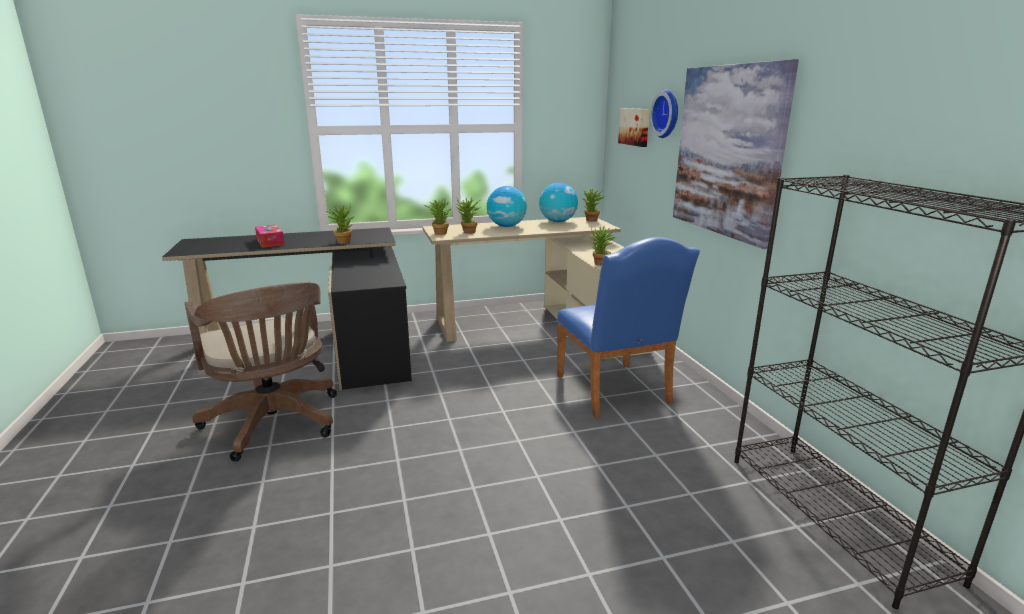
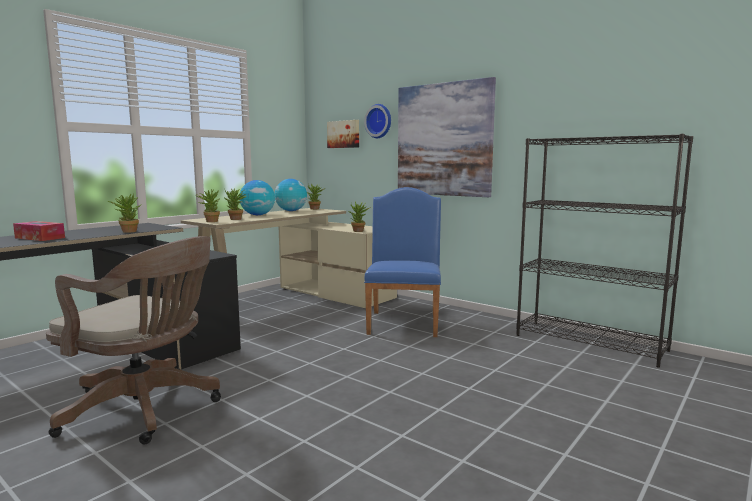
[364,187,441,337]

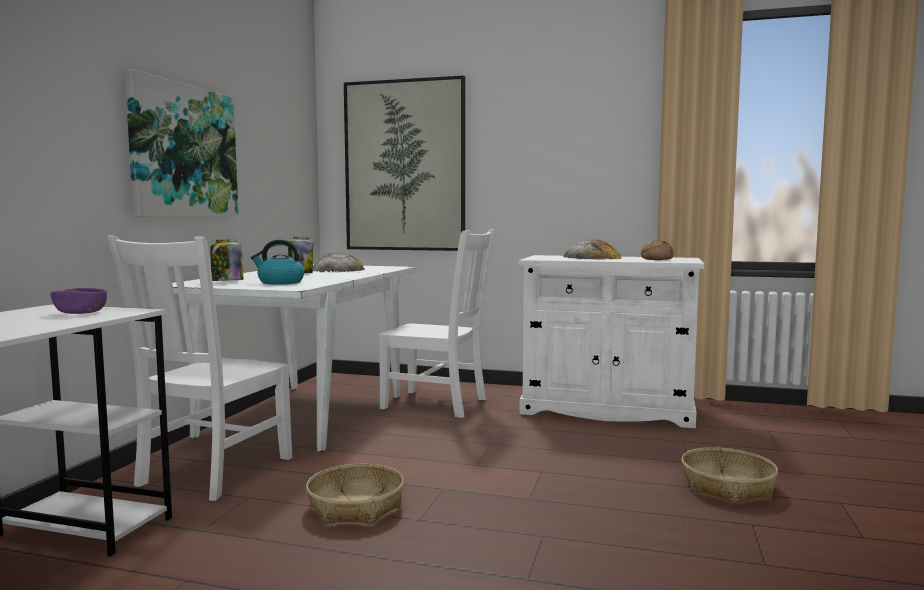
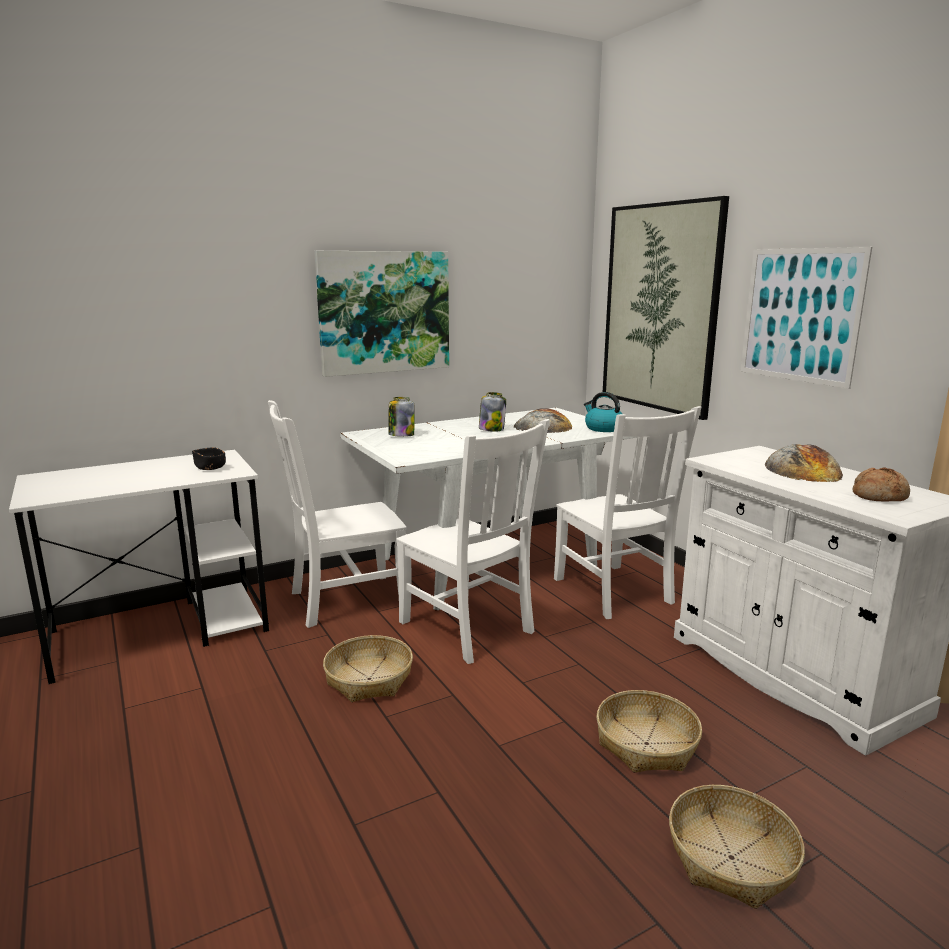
[192,447,226,470]
[396,419,550,664]
[584,392,622,432]
[596,690,702,773]
[740,247,872,389]

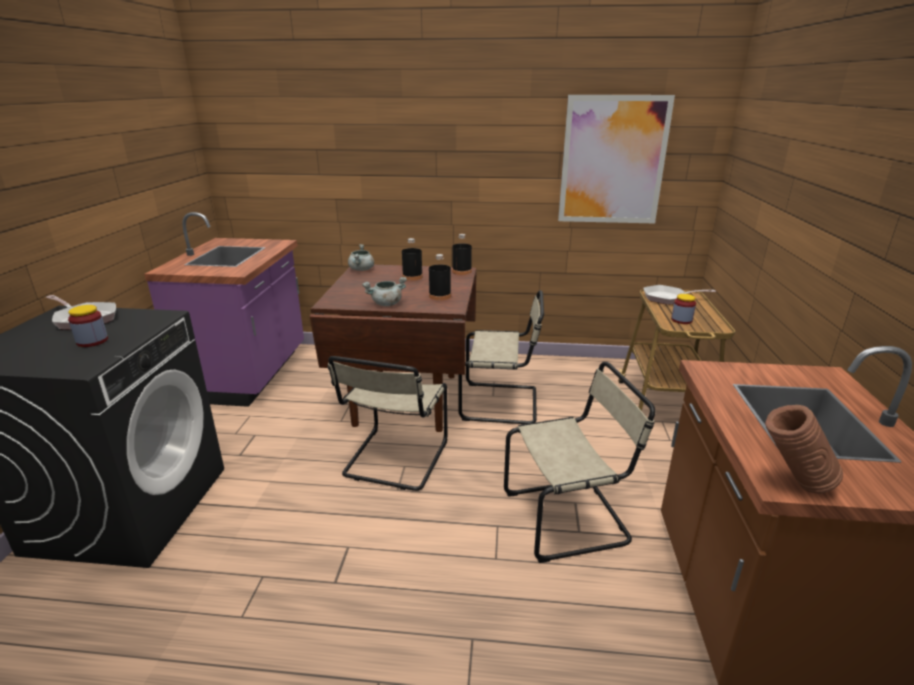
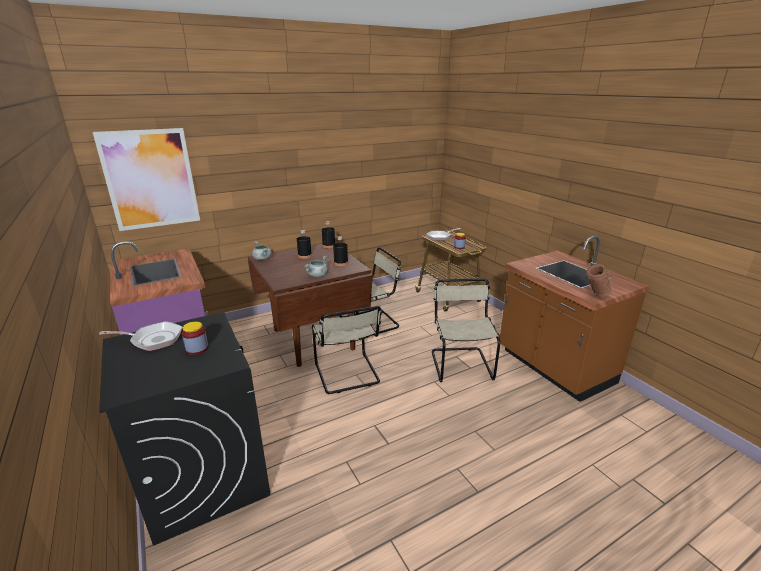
[93,128,200,231]
[432,278,500,382]

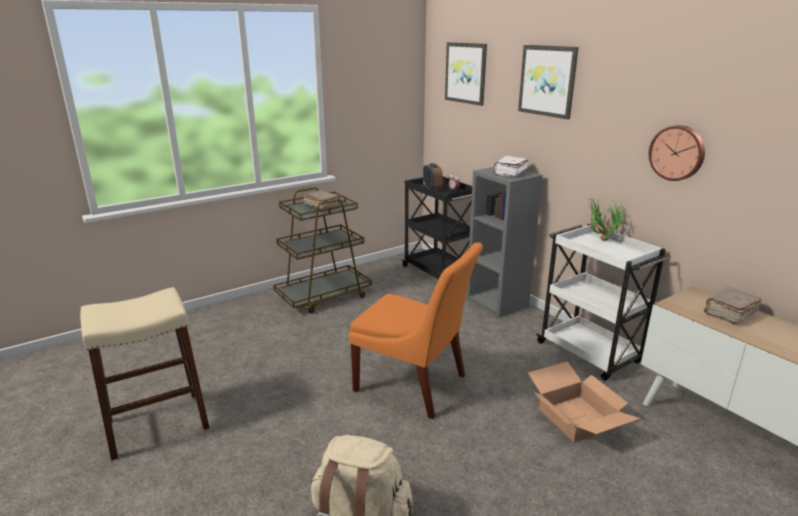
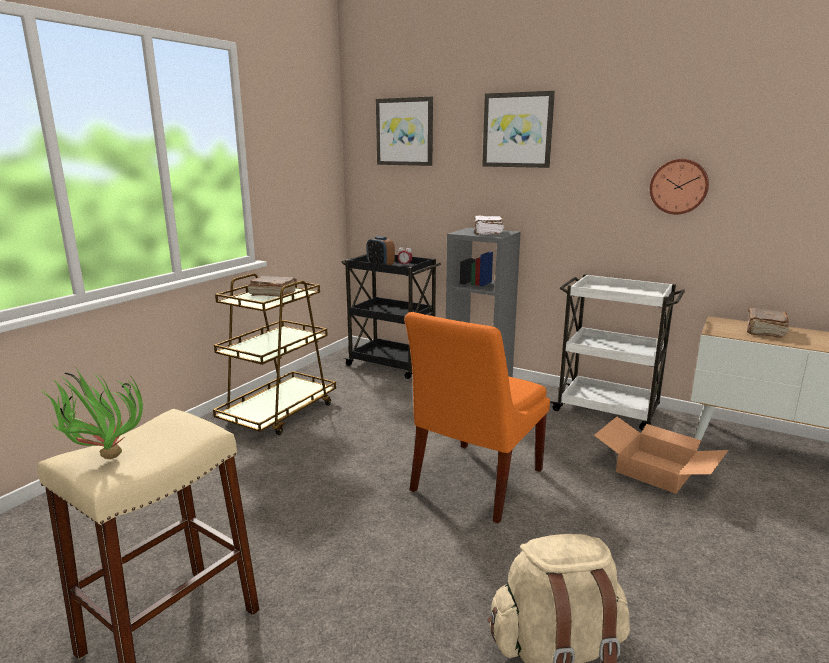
[41,368,143,459]
[404,312,550,523]

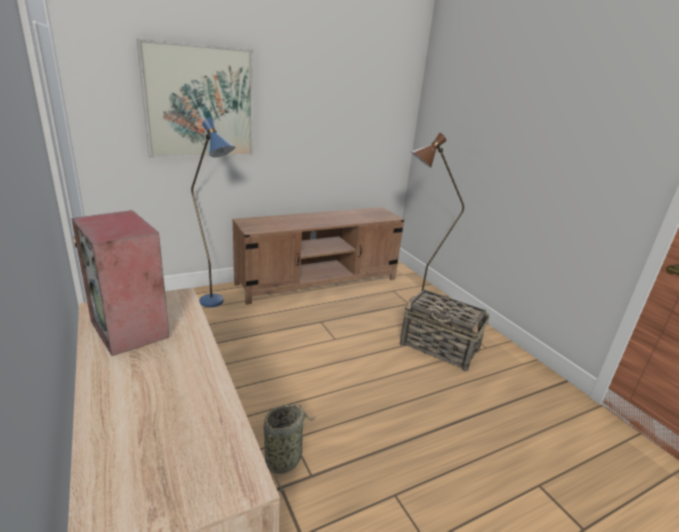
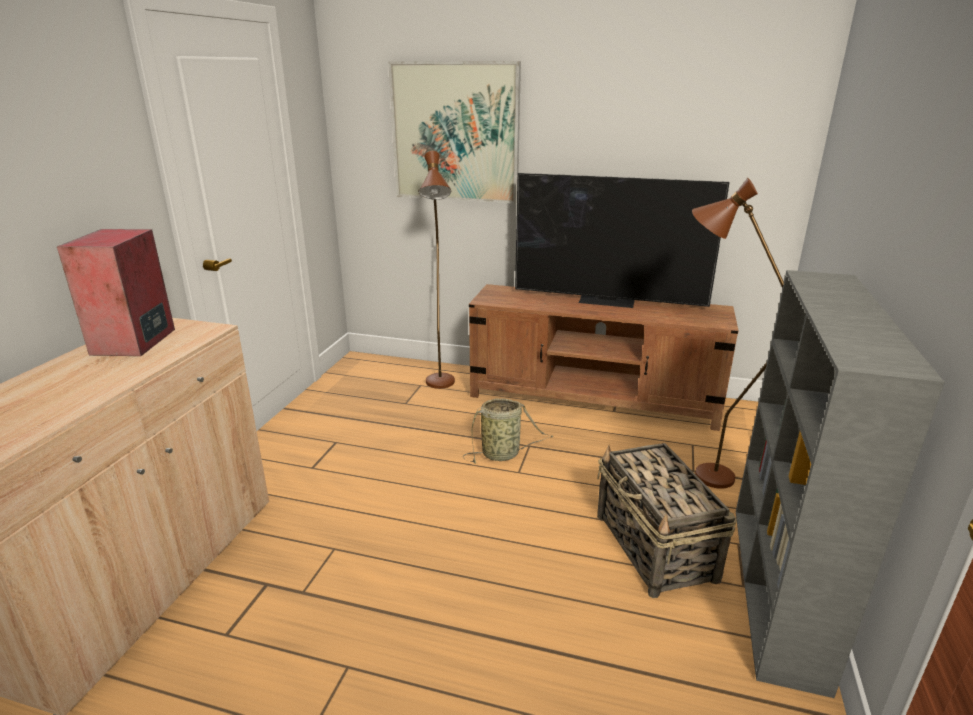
[418,151,455,389]
[462,398,554,464]
[515,173,730,308]
[736,270,945,698]

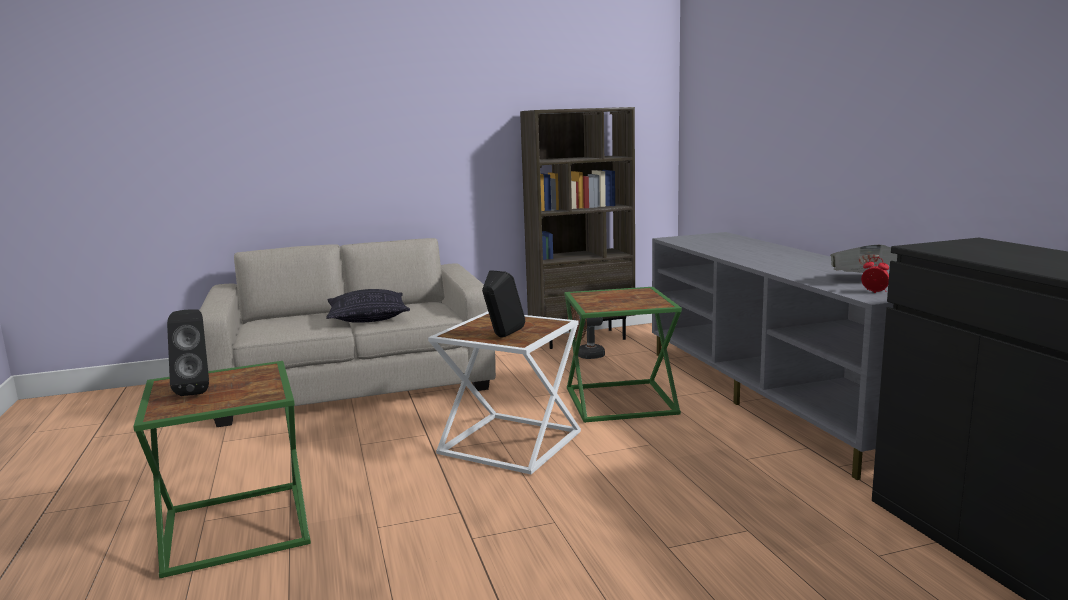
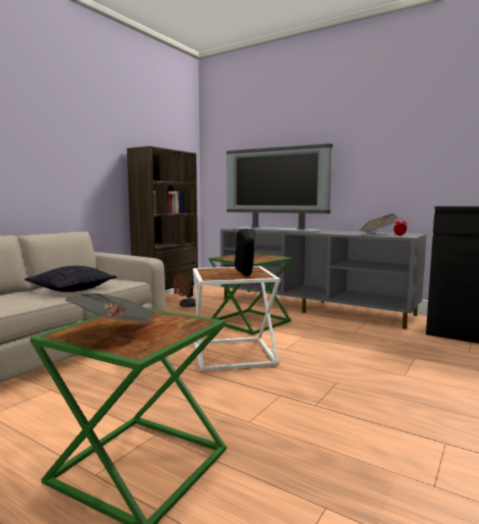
[65,293,155,321]
[227,144,333,232]

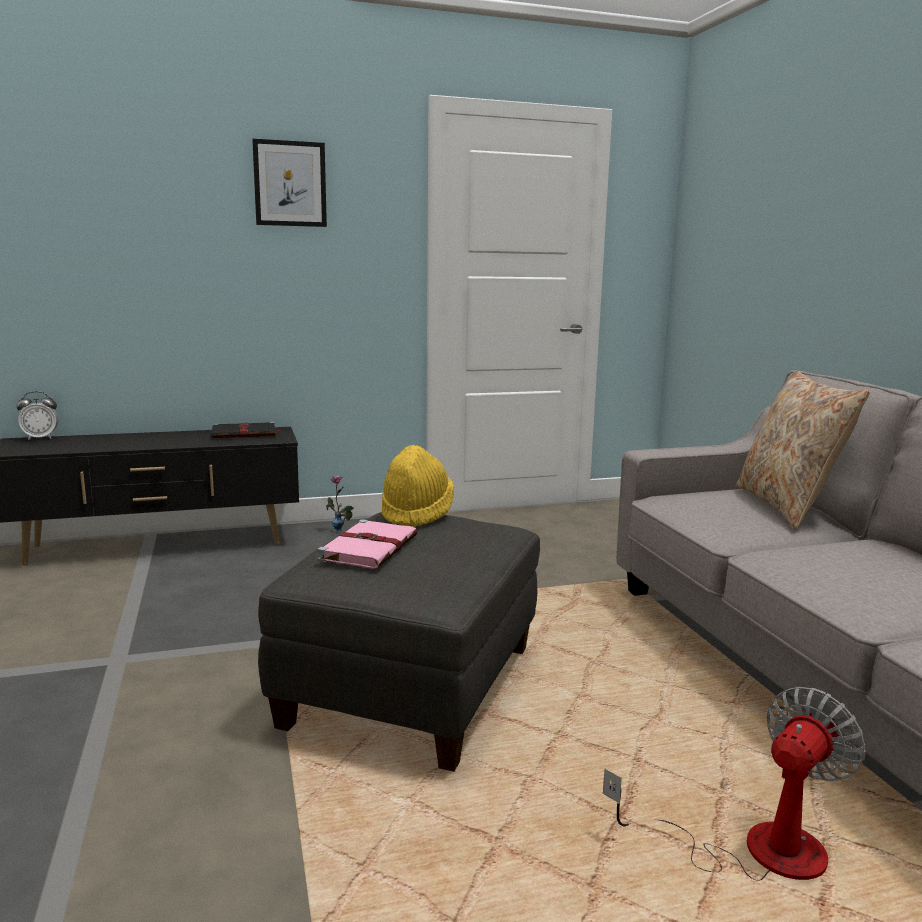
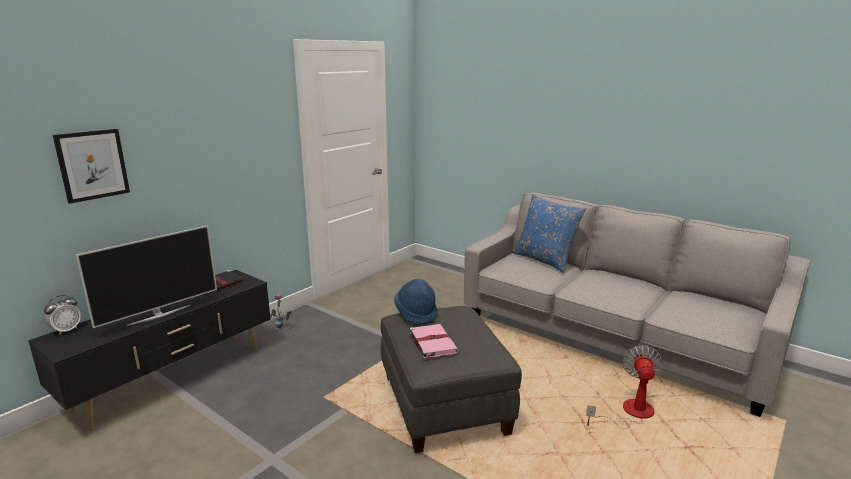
[53,129,130,204]
[76,225,217,328]
[394,279,437,324]
[513,194,586,273]

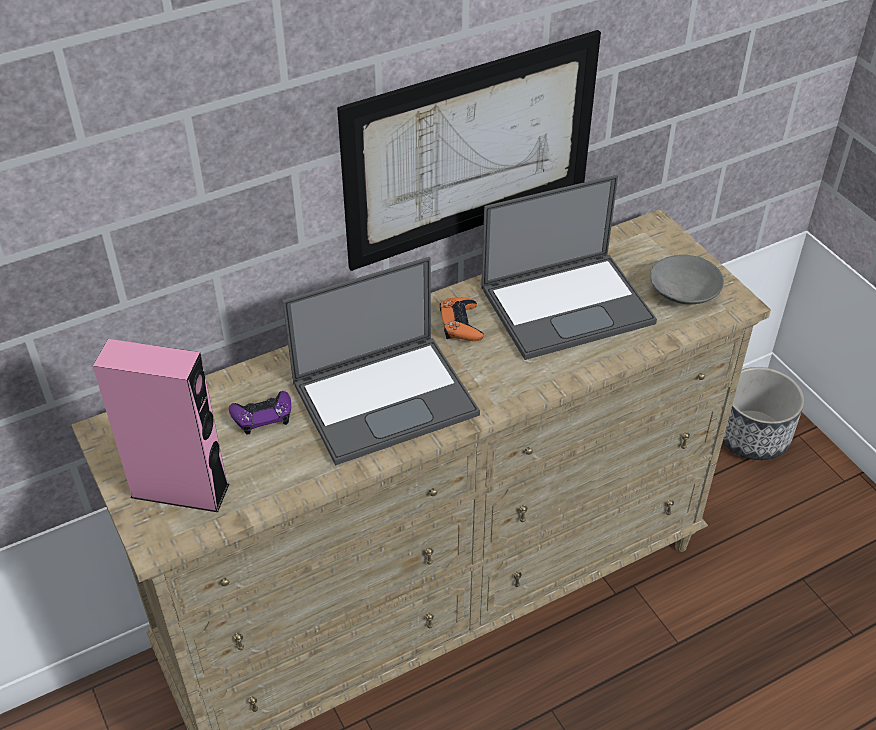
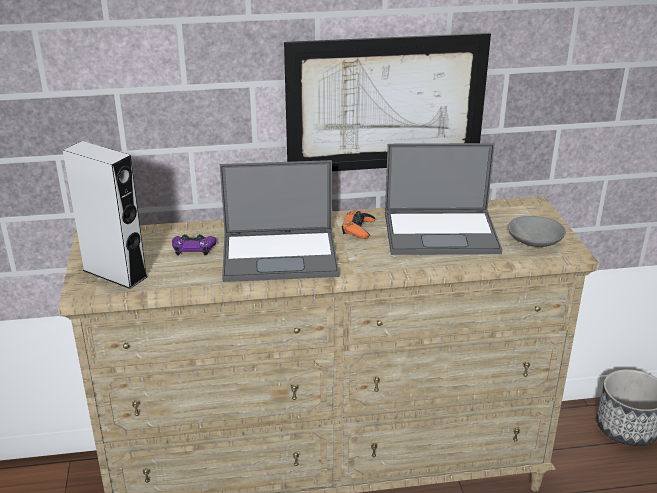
[63,141,148,289]

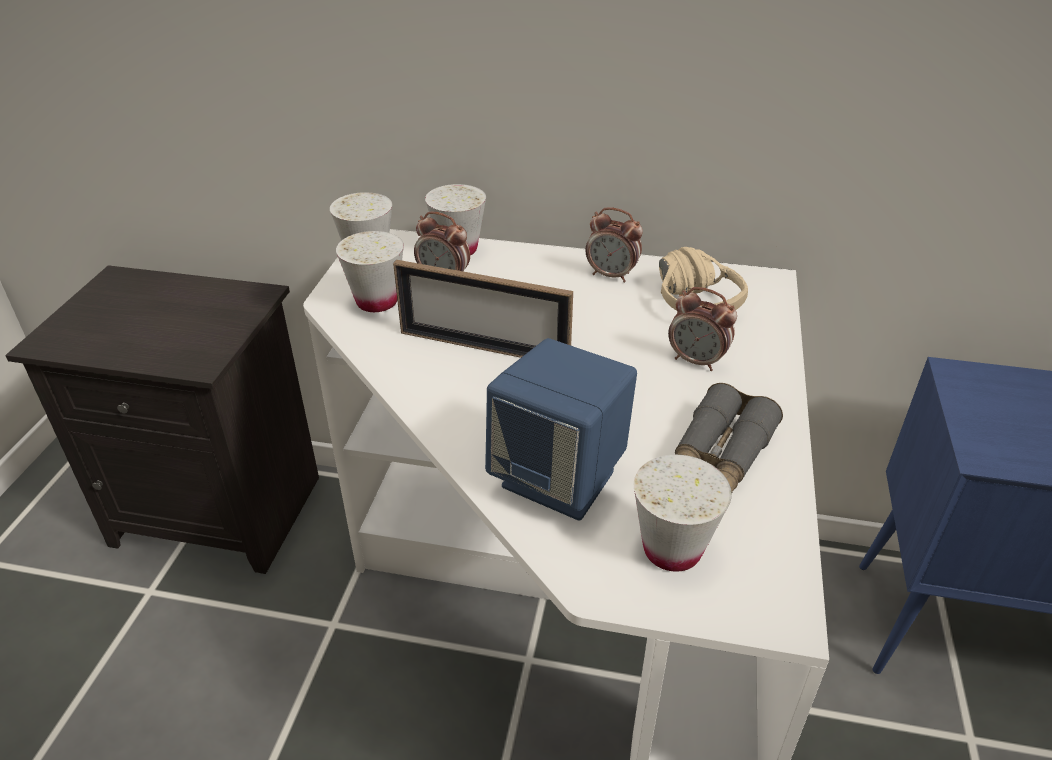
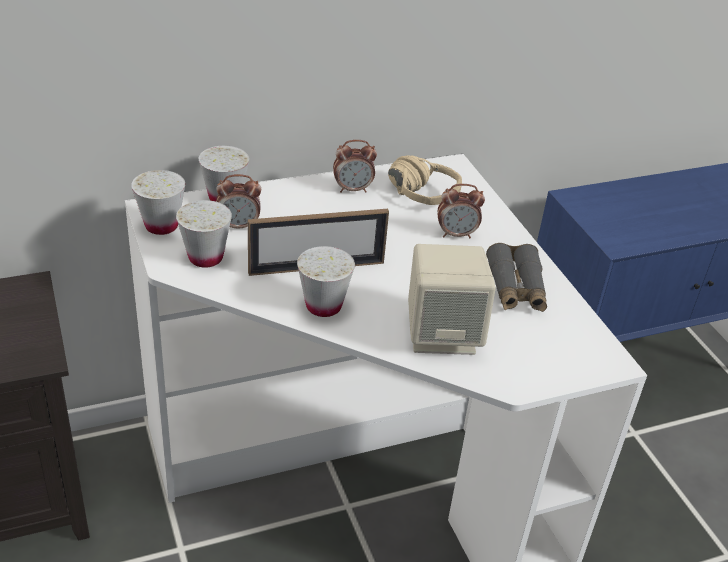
[297,246,355,317]
[408,244,496,355]

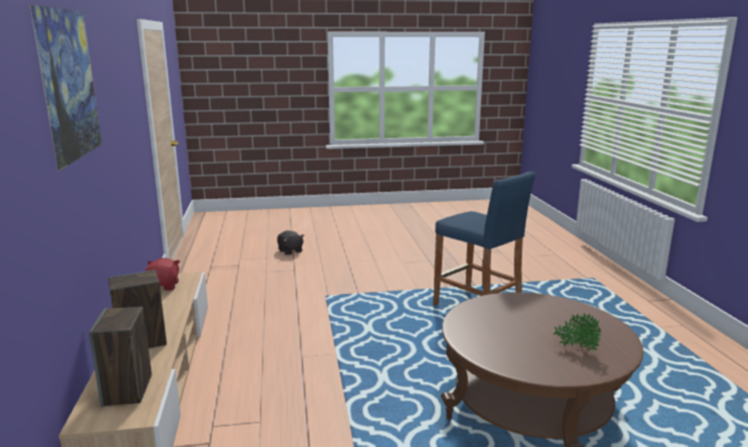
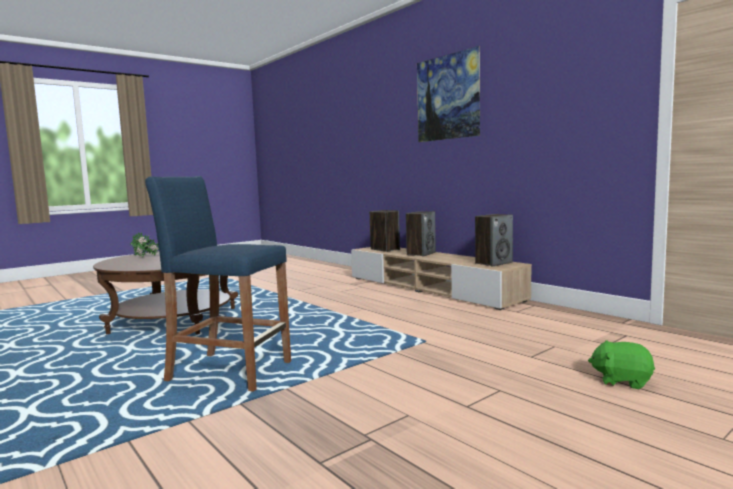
[475,214,513,266]
[588,340,655,389]

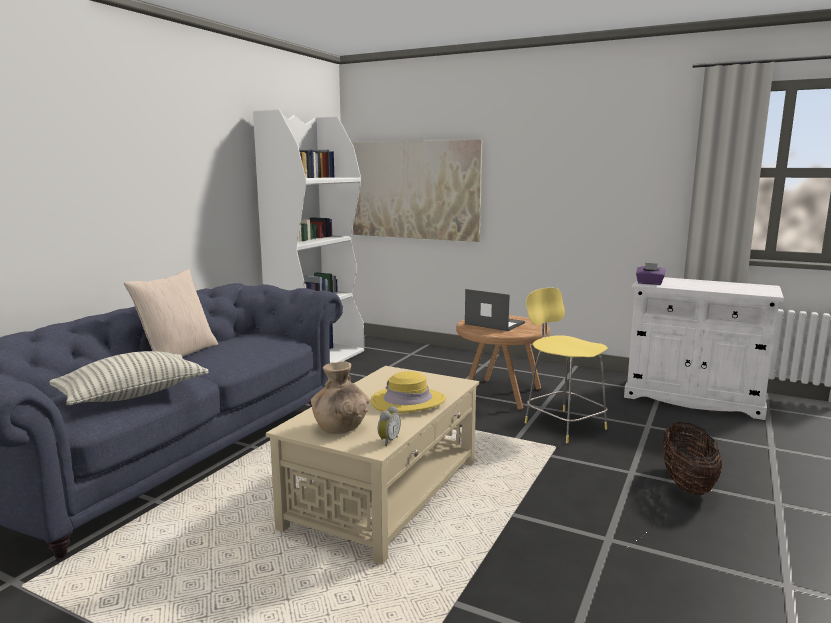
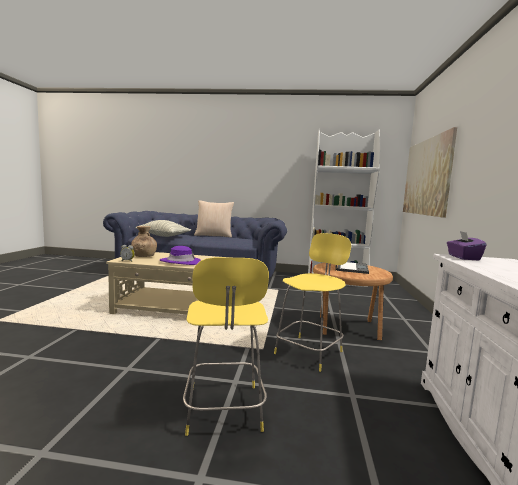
[160,246,201,265]
[183,257,269,436]

